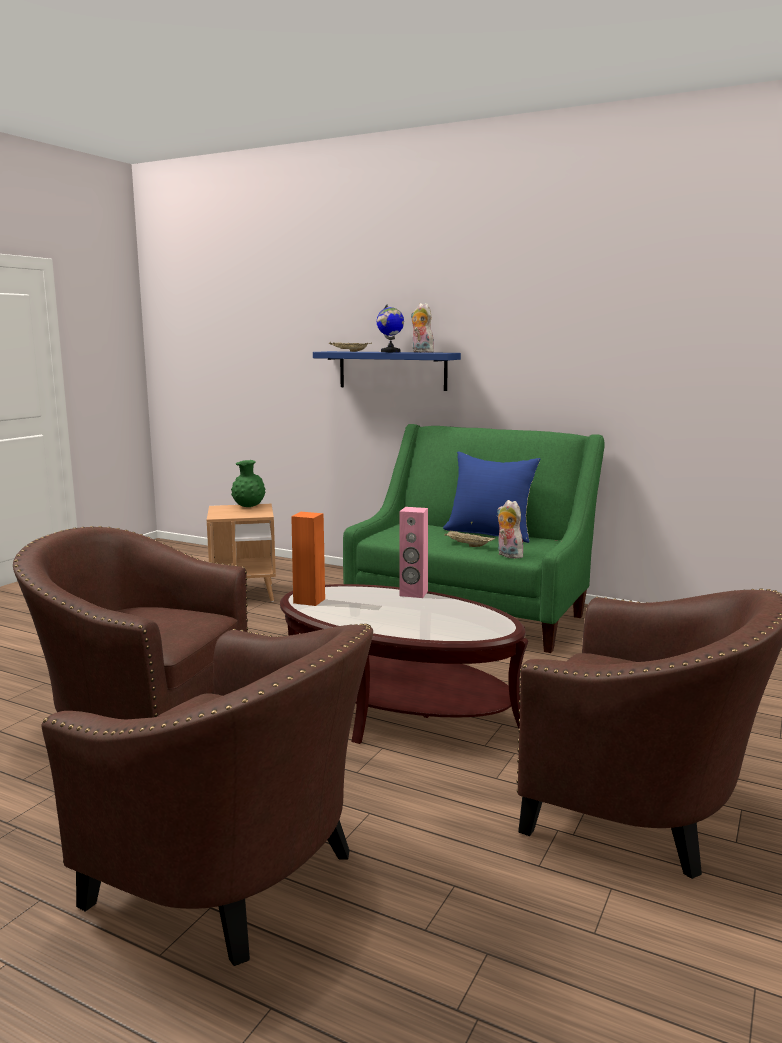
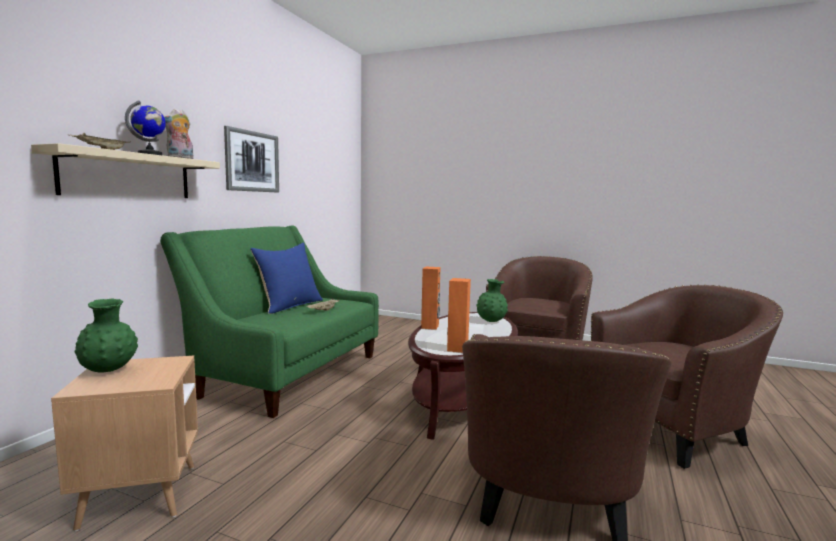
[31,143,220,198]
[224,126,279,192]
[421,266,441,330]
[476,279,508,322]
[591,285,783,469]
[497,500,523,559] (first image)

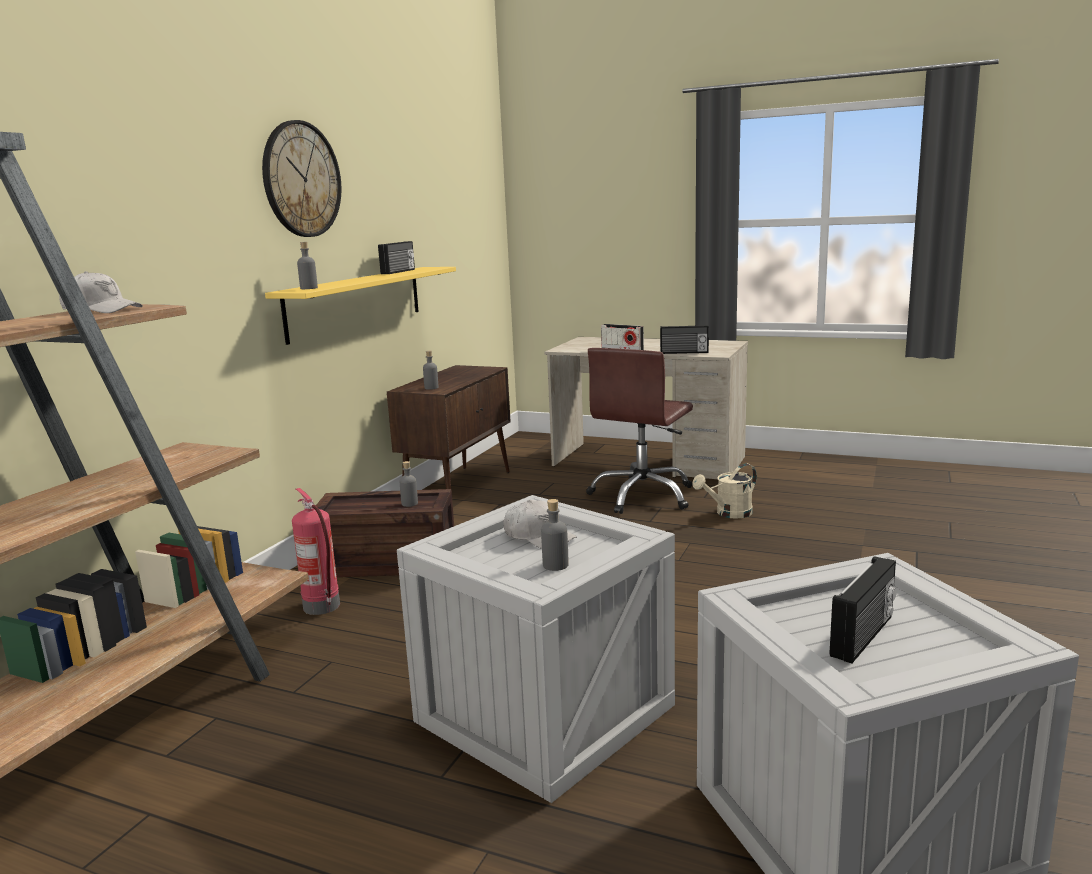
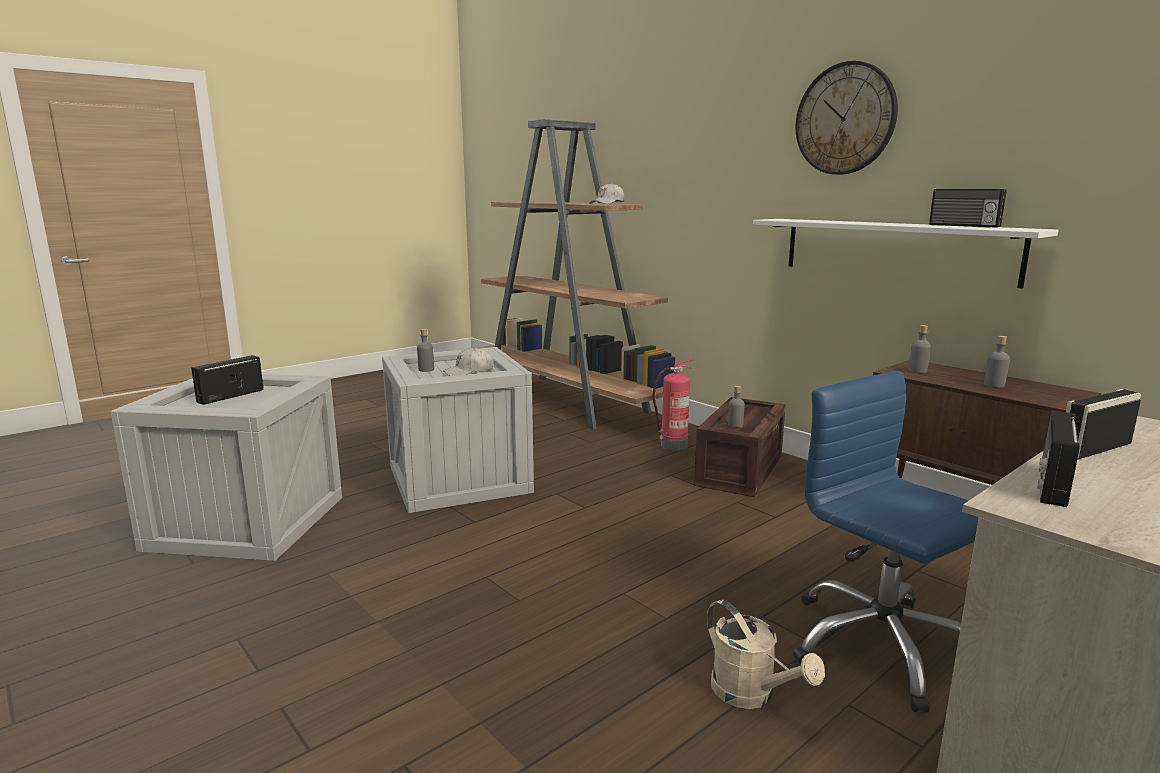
[191,355,264,405]
[707,600,825,709]
[753,219,1059,289]
[793,371,979,713]
[984,336,1010,388]

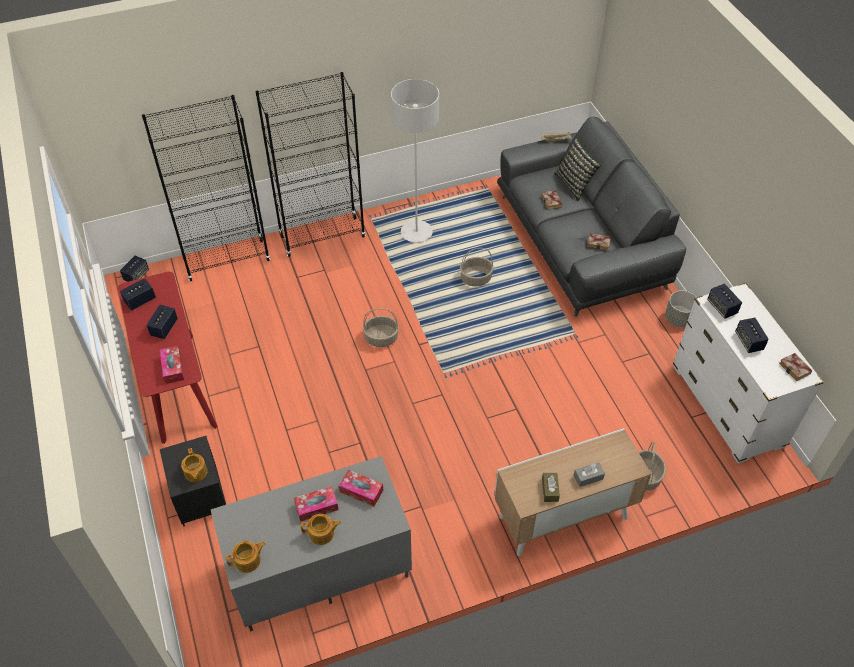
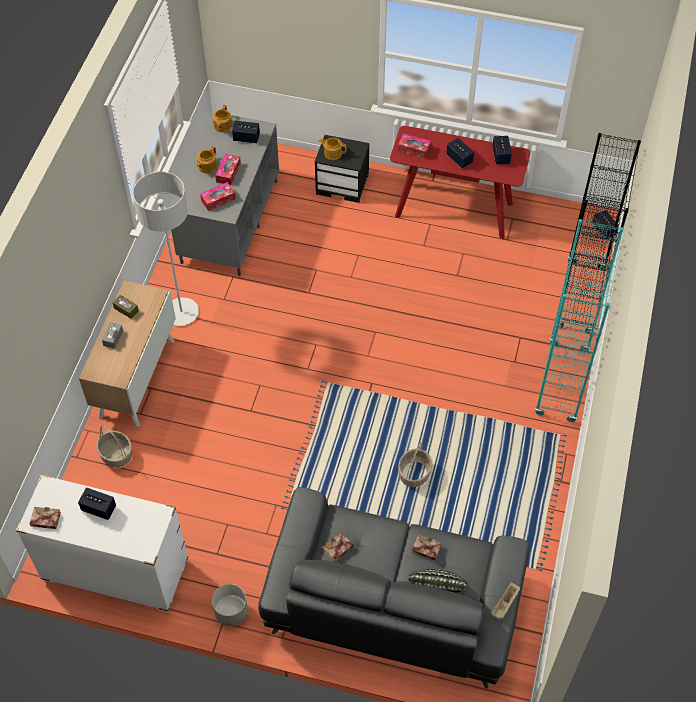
[133,172,199,326]
[232,121,260,143]
[535,219,624,422]
[363,308,399,347] (first image)

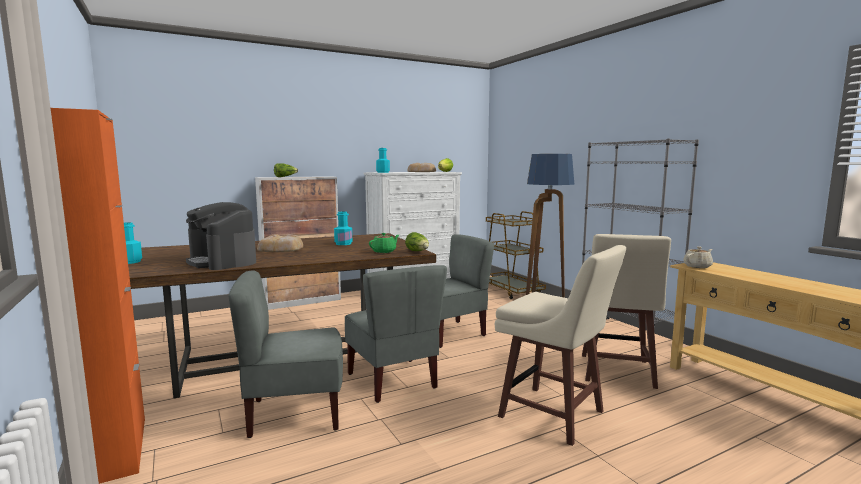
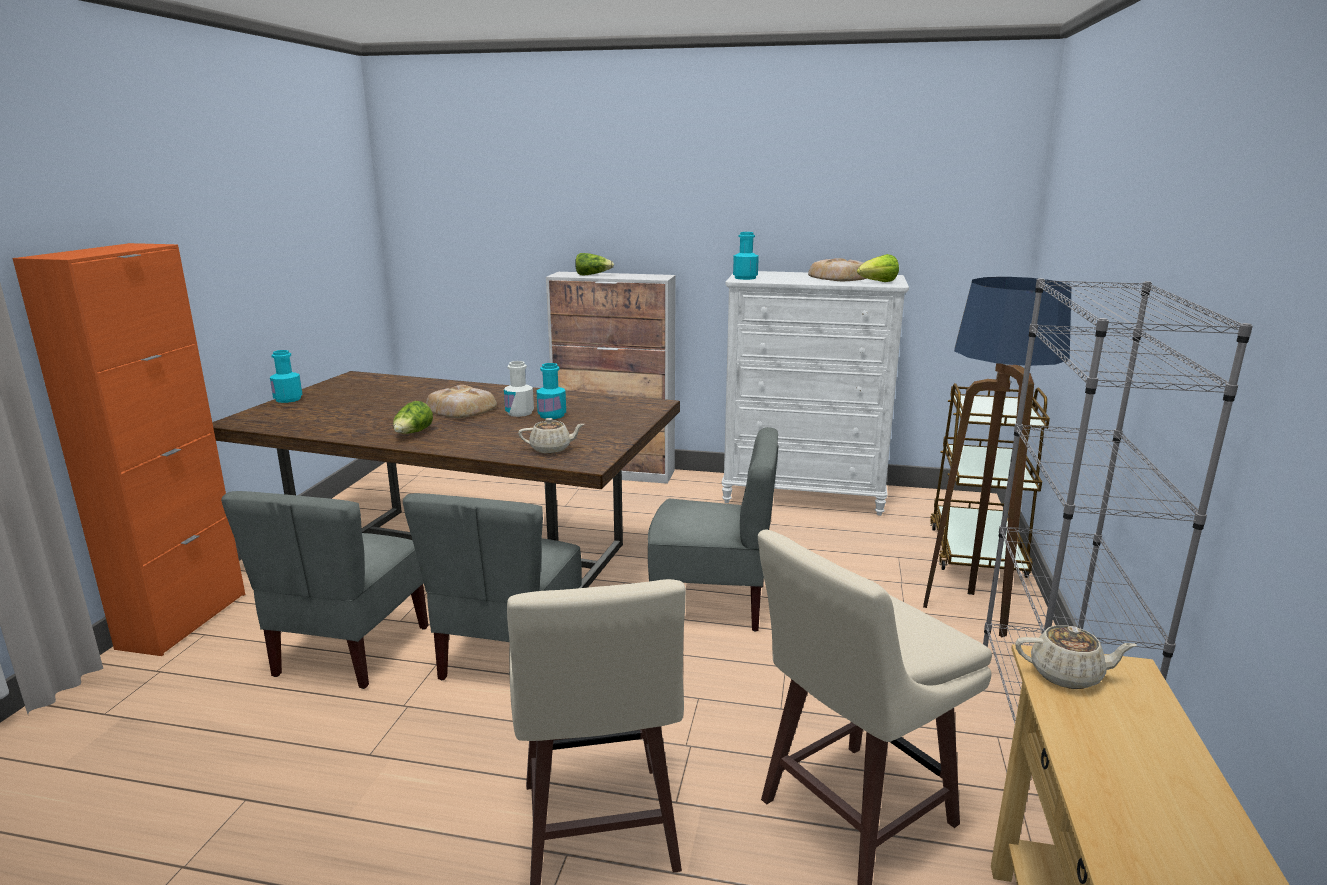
[221,491,428,689]
[393,401,433,434]
[504,361,534,417]
[518,418,584,454]
[186,202,256,270] (first image)

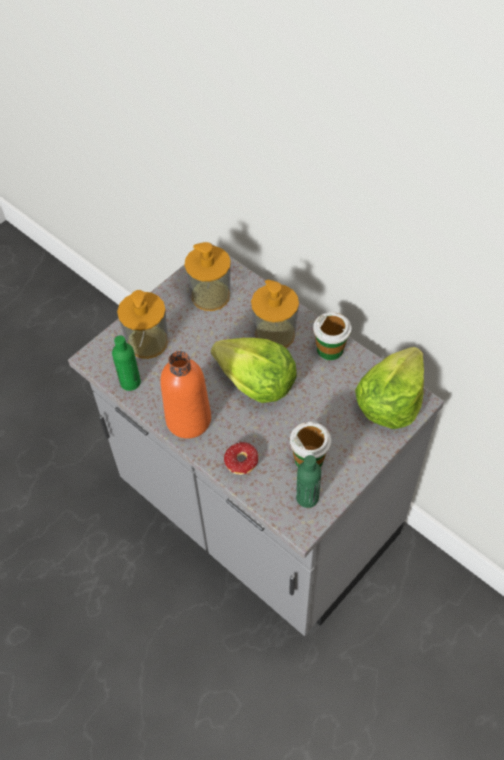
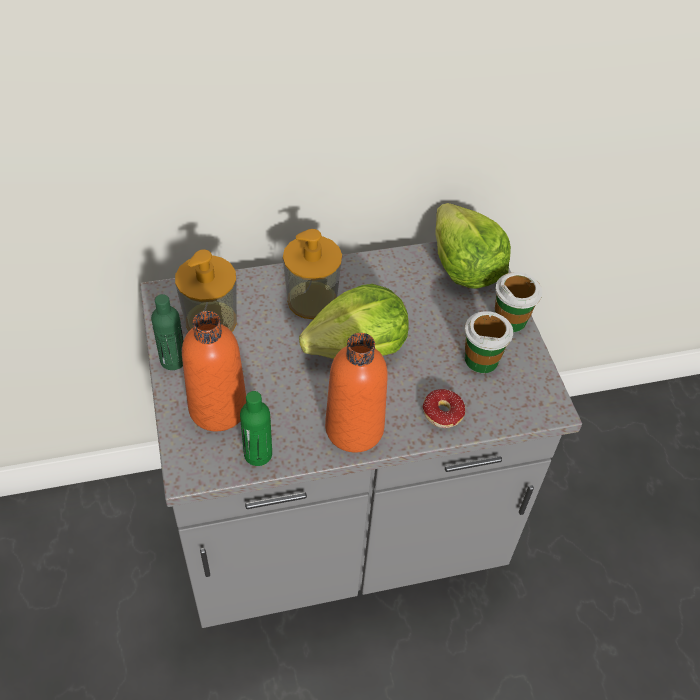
[151,294,184,370]
[182,311,246,431]
[495,272,542,332]

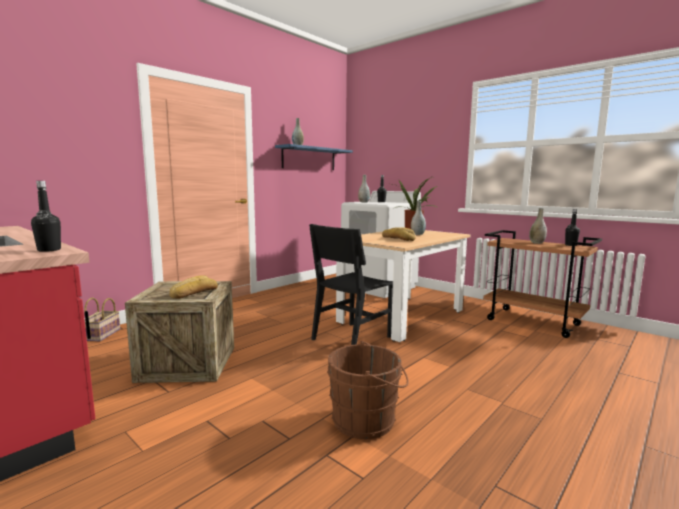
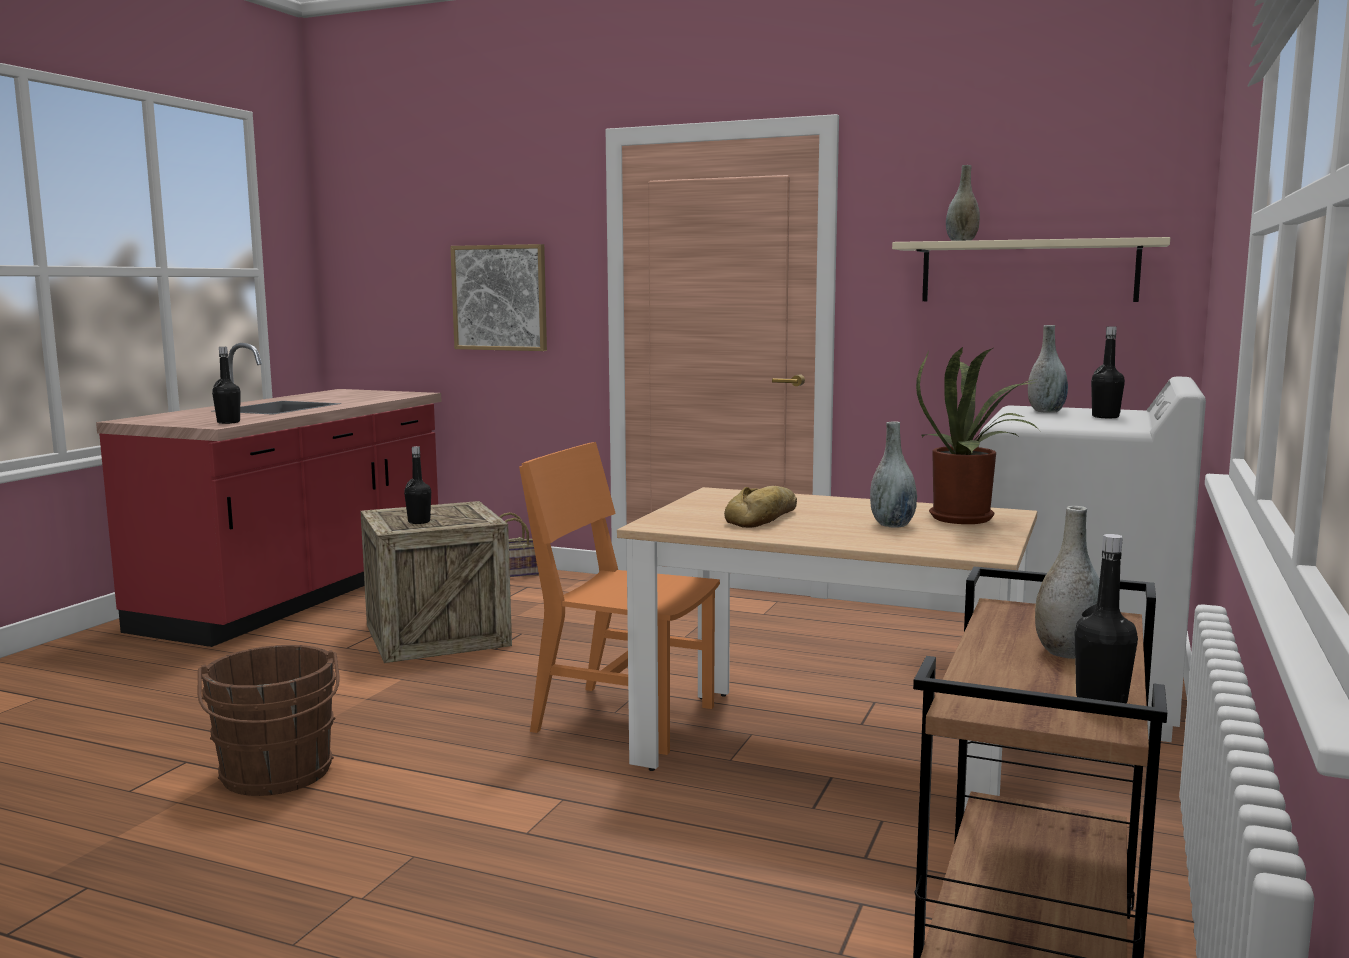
[404,446,431,524]
[450,244,547,351]
[519,442,720,755]
[892,237,1170,302]

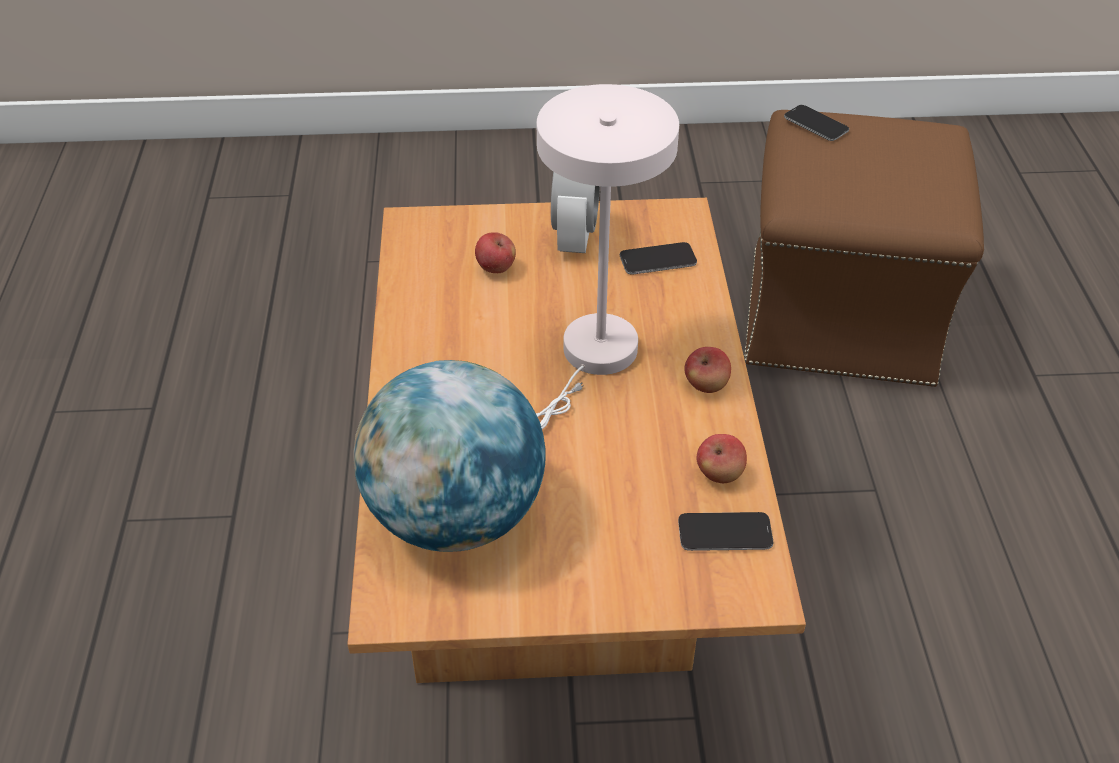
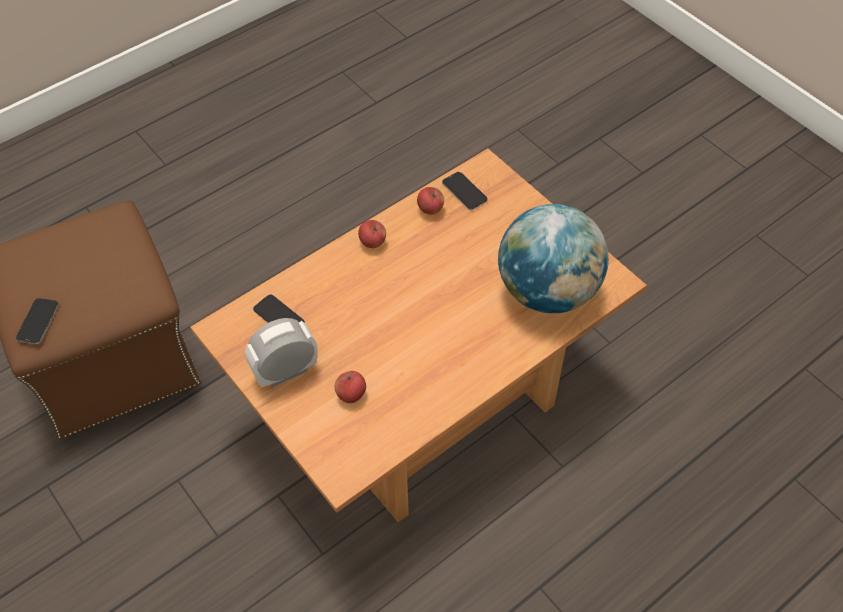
[536,84,679,429] (first image)

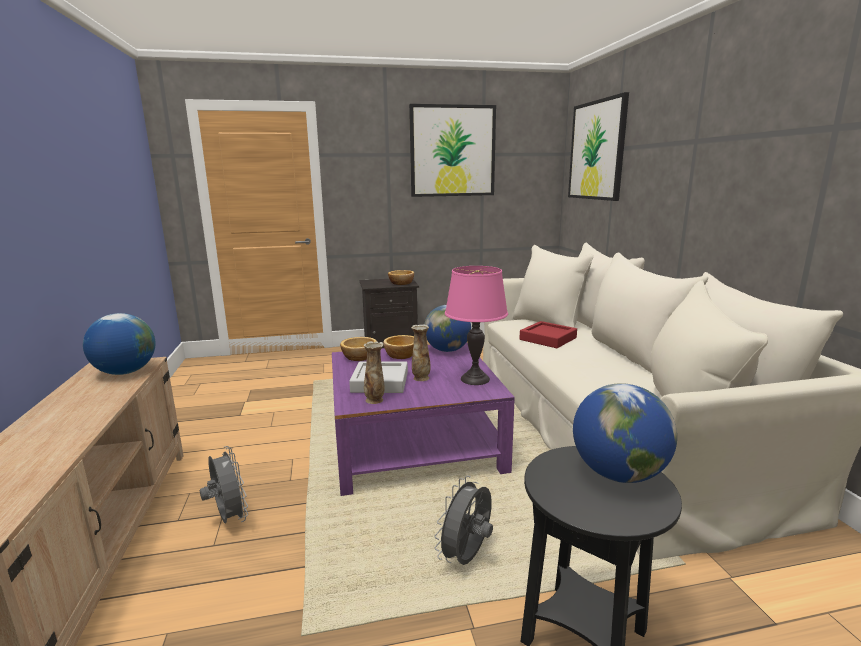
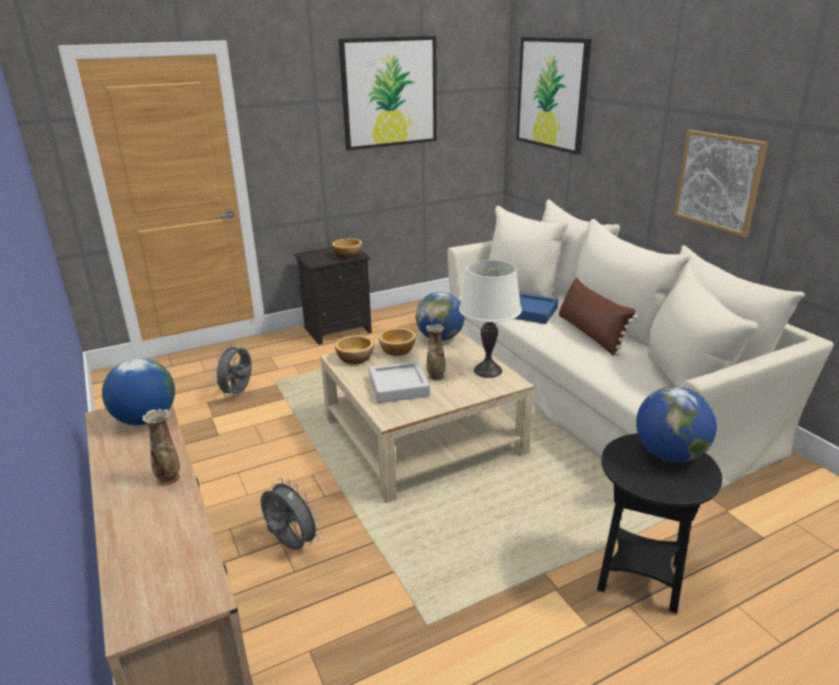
[142,409,180,486]
[213,343,252,396]
[320,331,534,503]
[459,260,522,378]
[514,293,558,324]
[559,277,638,356]
[674,130,768,237]

